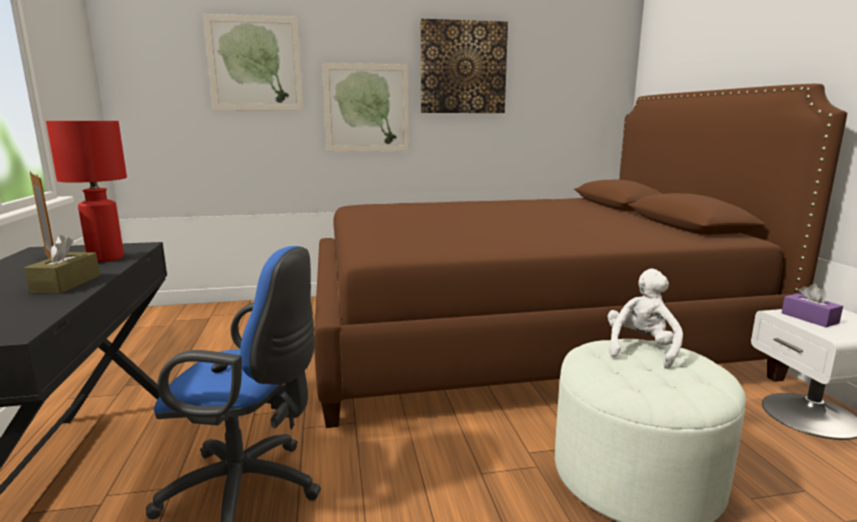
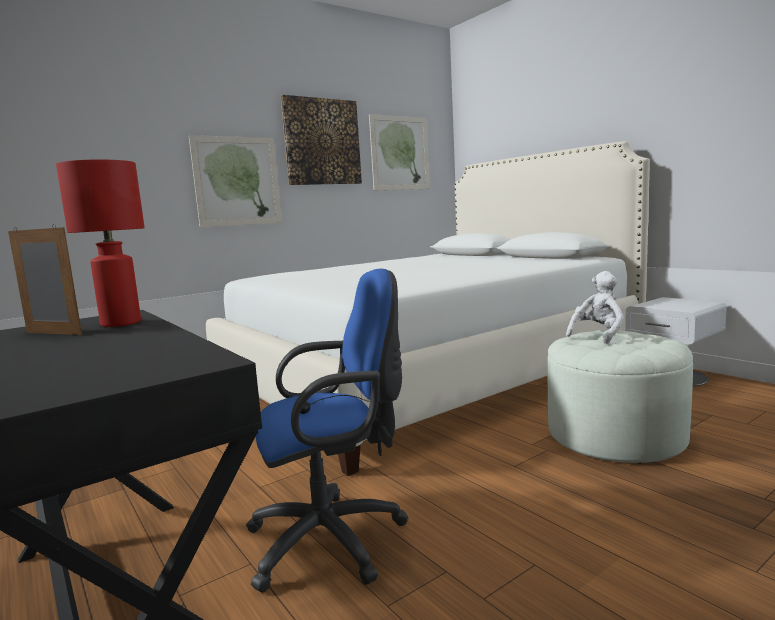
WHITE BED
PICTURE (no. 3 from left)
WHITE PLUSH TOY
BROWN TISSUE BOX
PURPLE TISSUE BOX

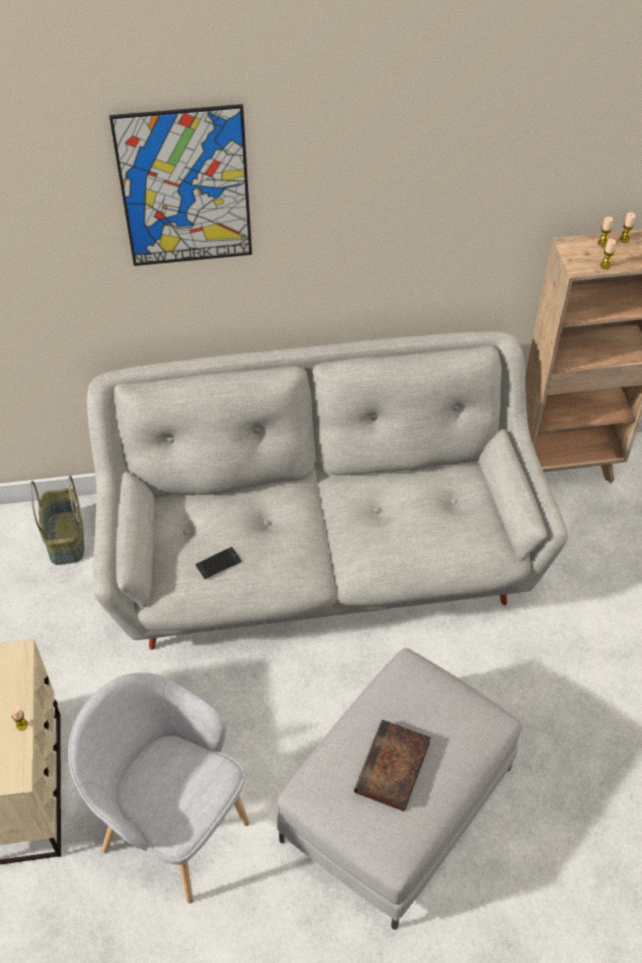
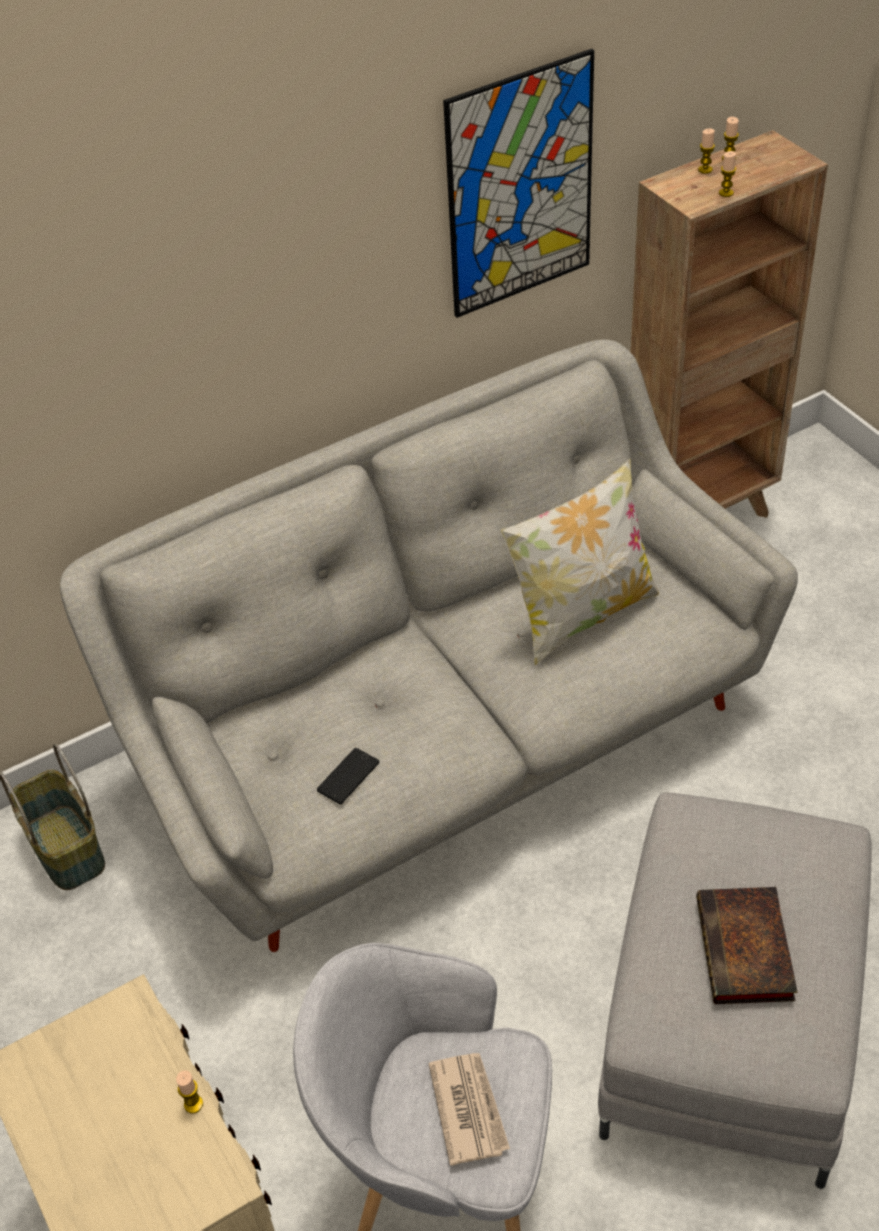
NEWSPAPER
PICTURE
PILLOW

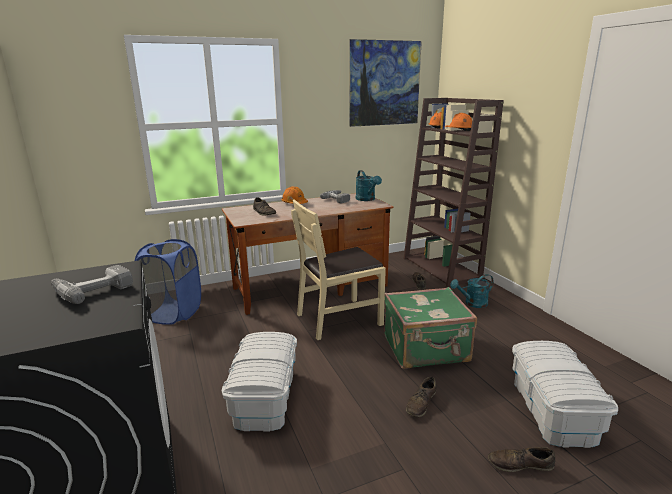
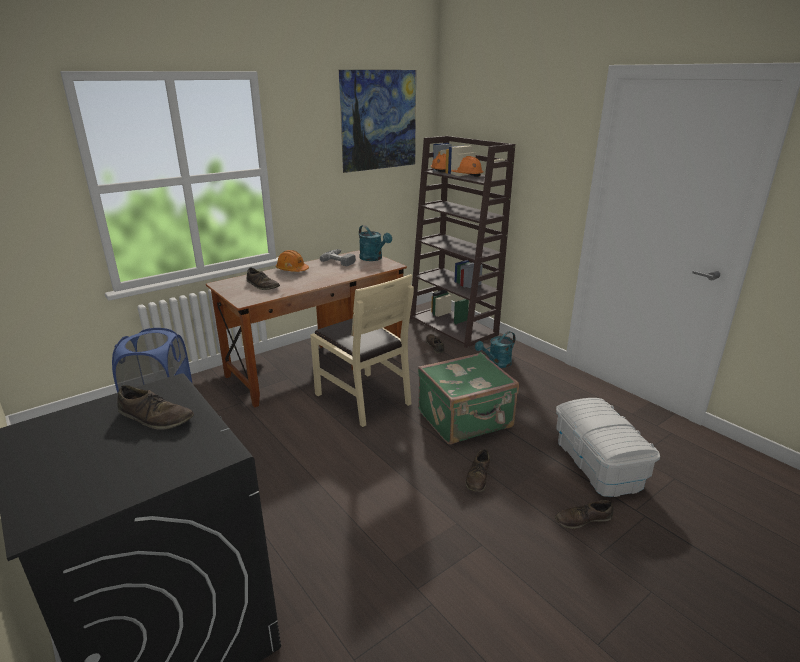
BROWN SHOE (no. 1 from left)
BEIGE CHAIR
WHITE STORAGE BOX (no. 1 from left in the first image)

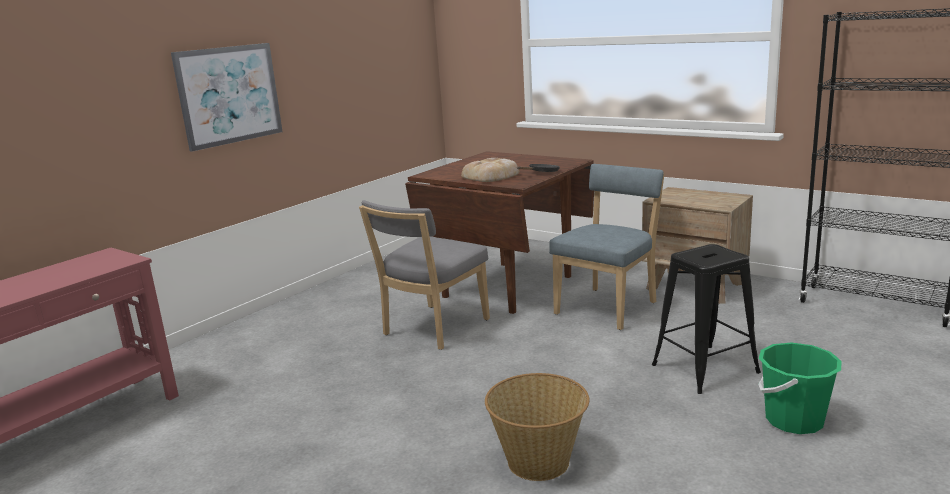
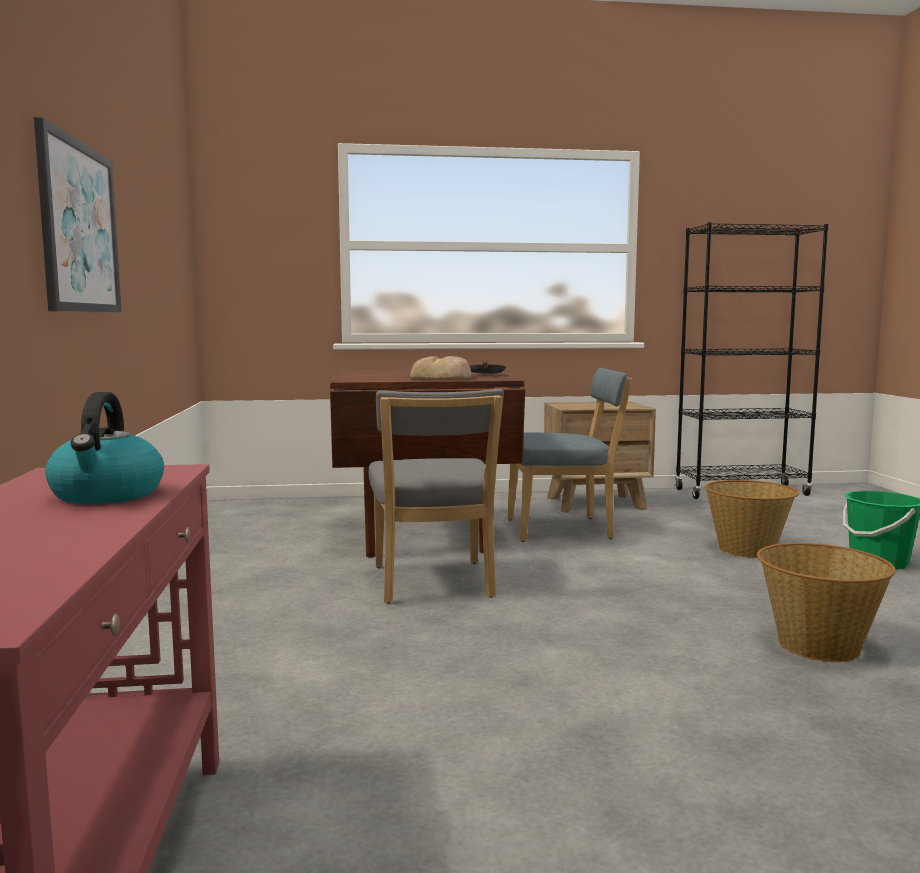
KETTLE
BLUE CHAIR
BASKET (no. 1 from left)

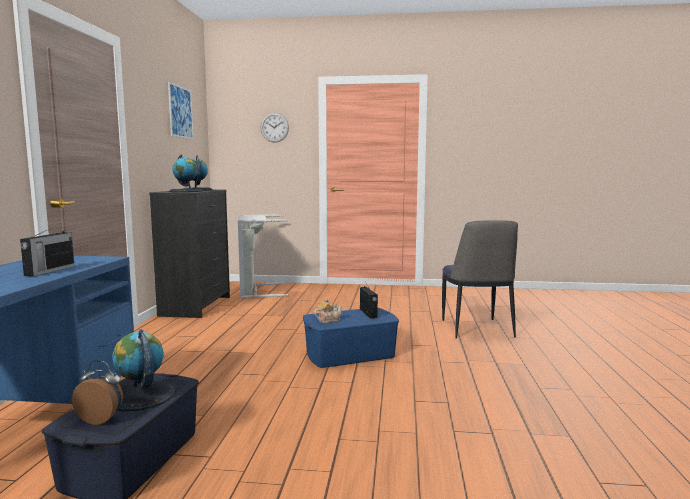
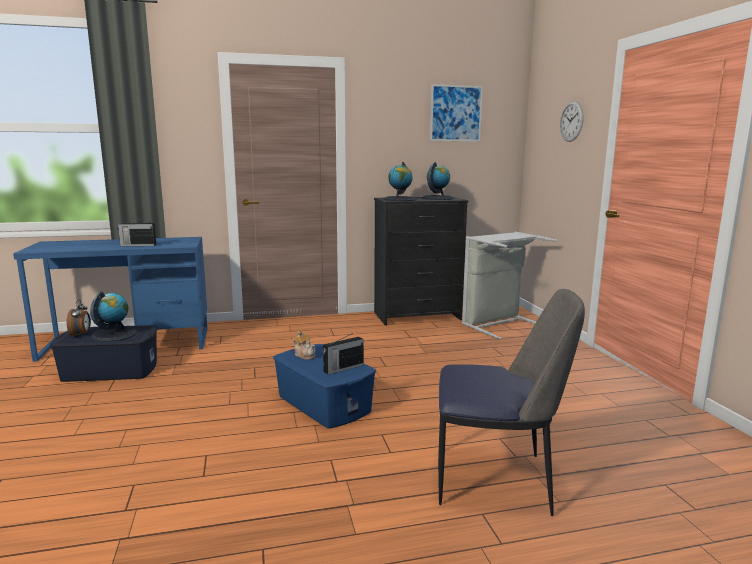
CHAIR

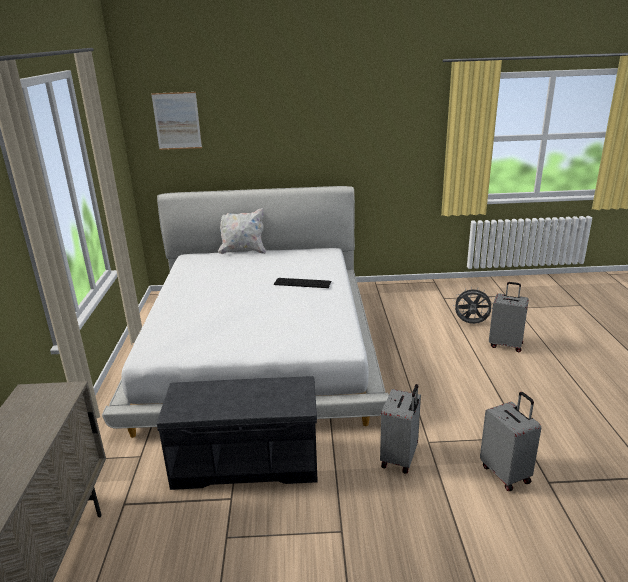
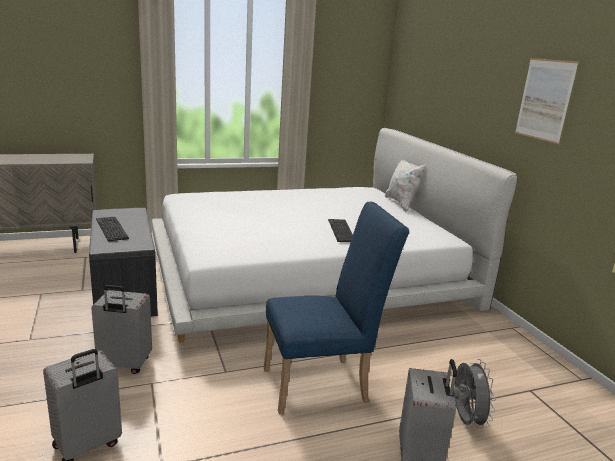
KEYBOARD (no. 1 from left)
BLUE CHAIR
PICTURE

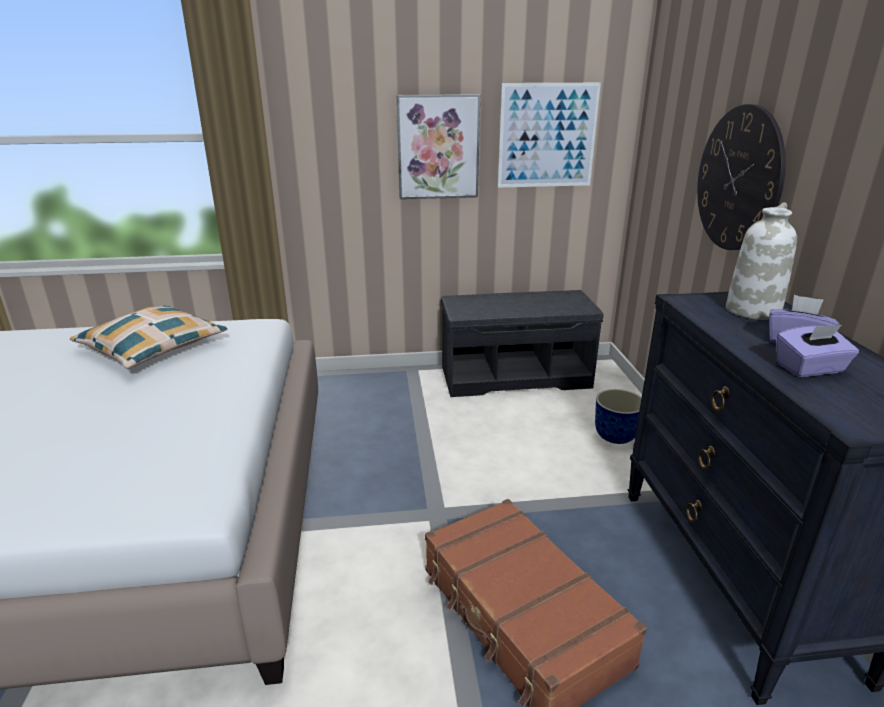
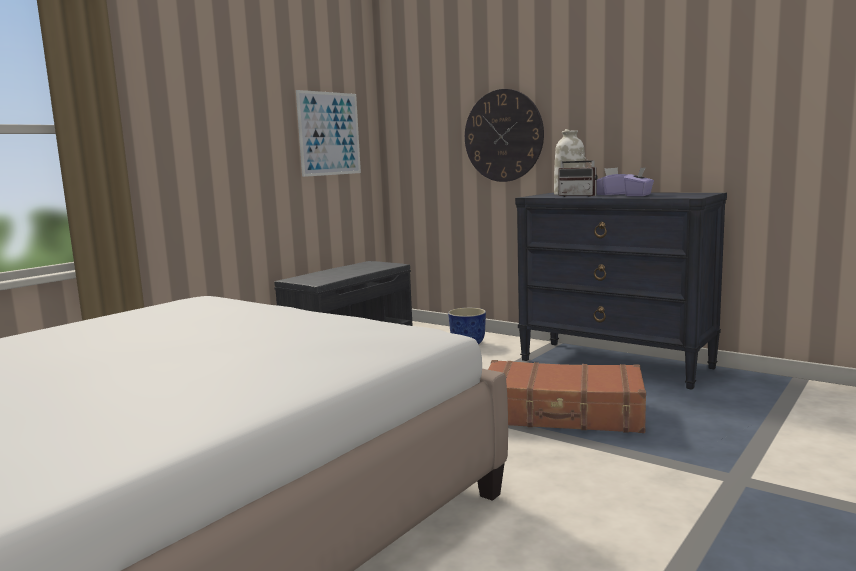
RADIO
PILLOW
PICTURE (no. 1 from left in the first image)

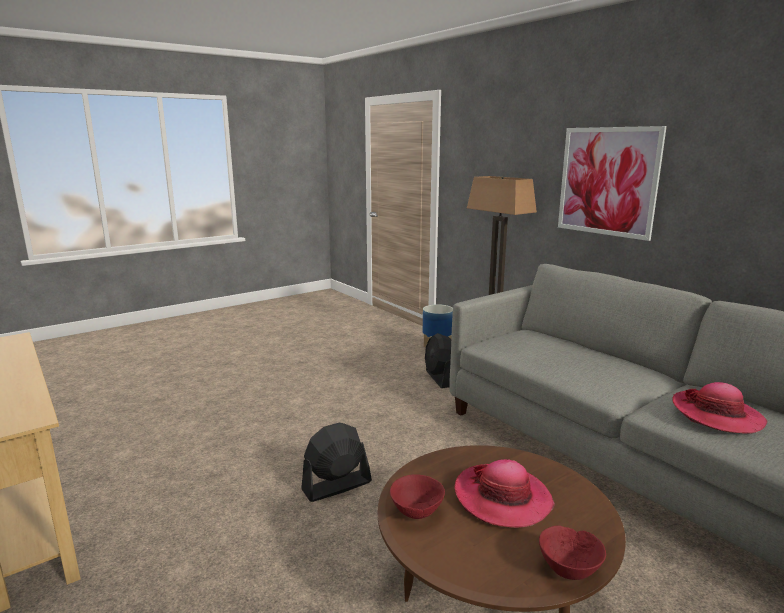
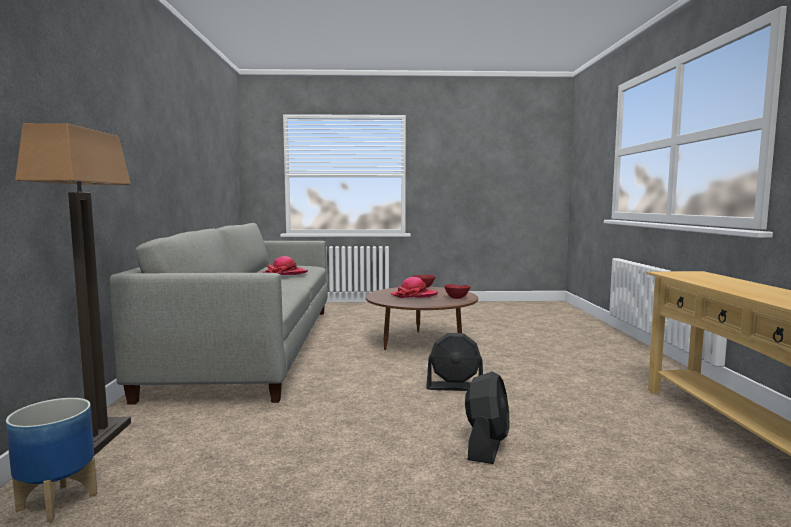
BLACK FAN (no. 2 from left)
PICTURE

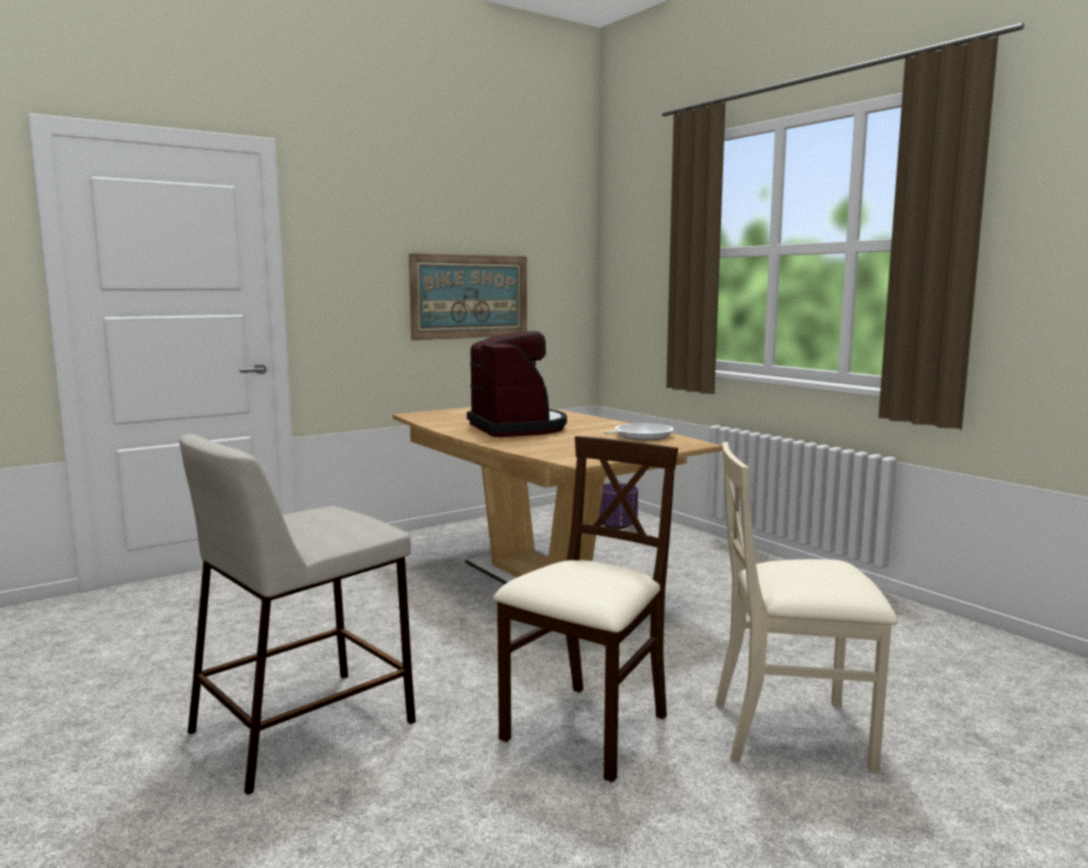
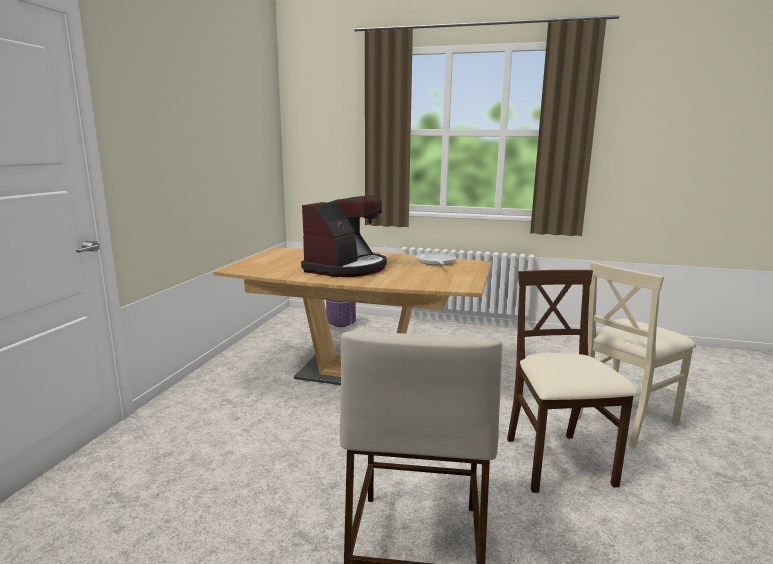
COFFEE MACHINE
PICTURE

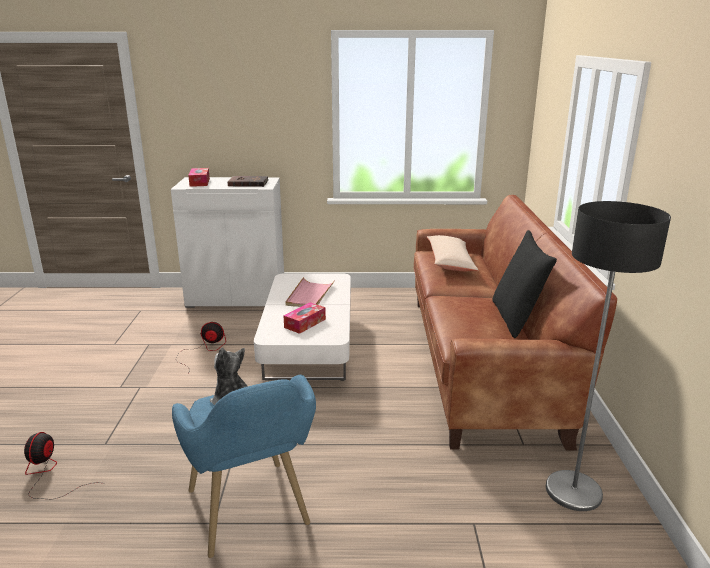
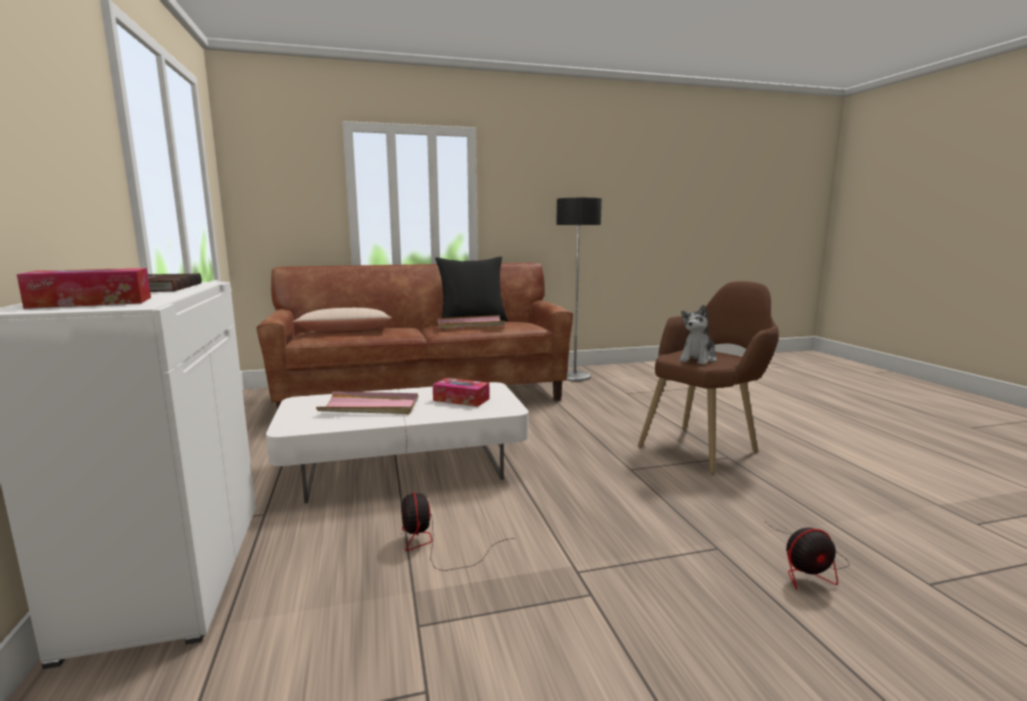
PINK TRAY (no. 2 from left)
BROWN ARMCHAIR

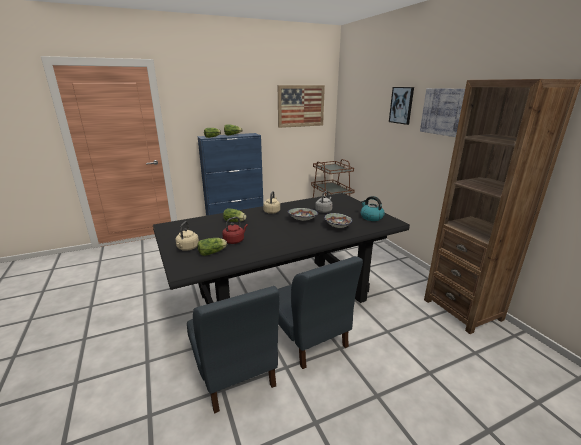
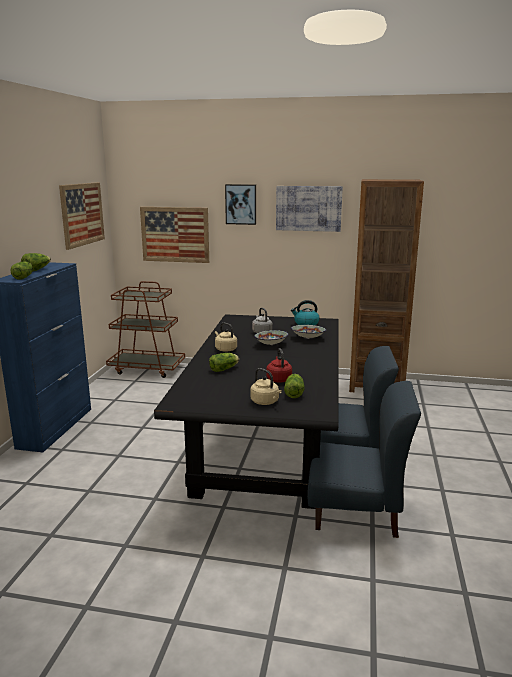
PICTURE (no. 2 from left)

